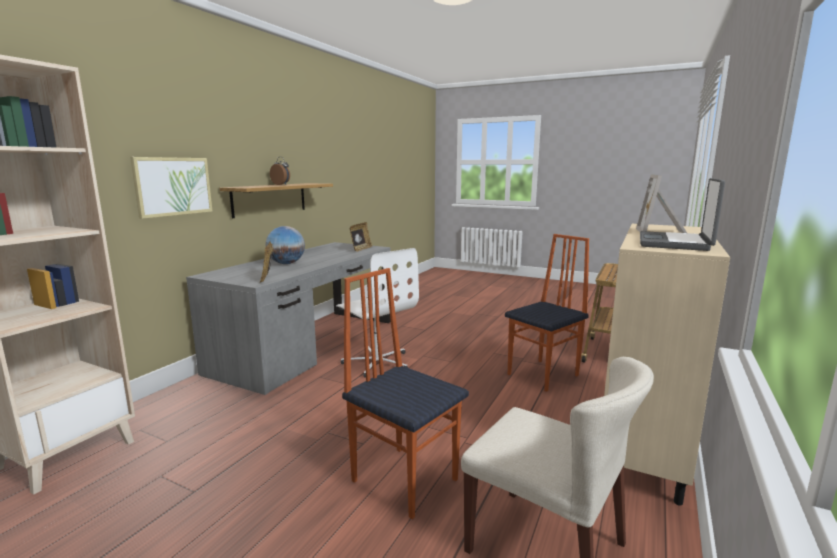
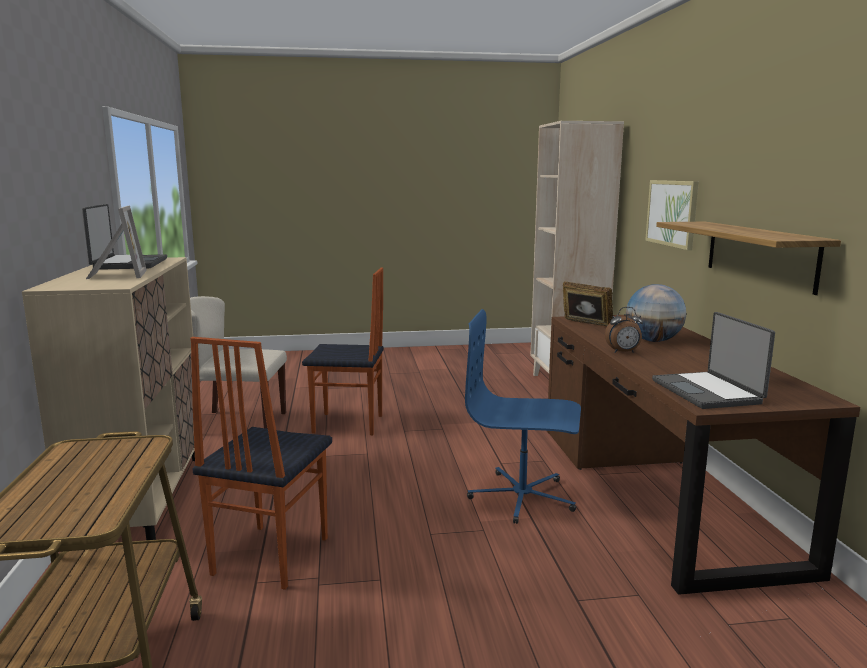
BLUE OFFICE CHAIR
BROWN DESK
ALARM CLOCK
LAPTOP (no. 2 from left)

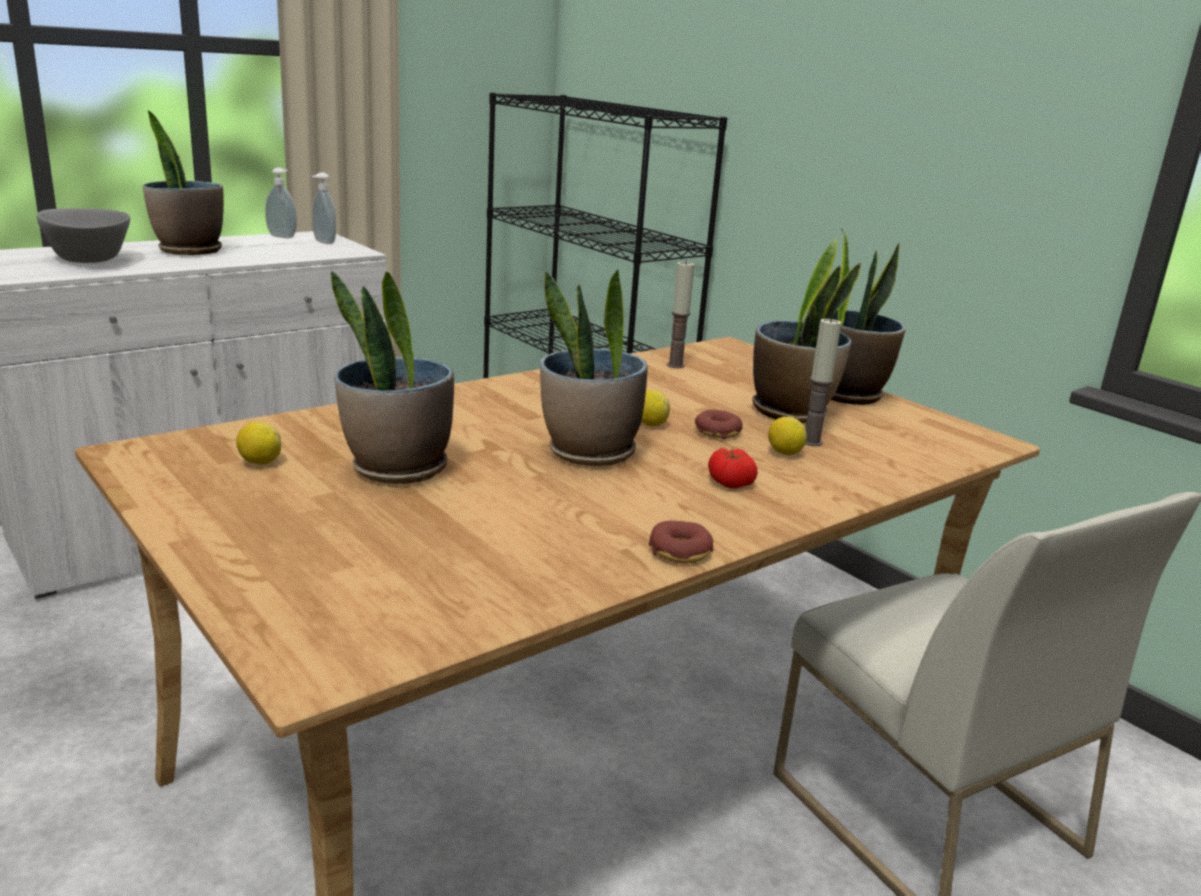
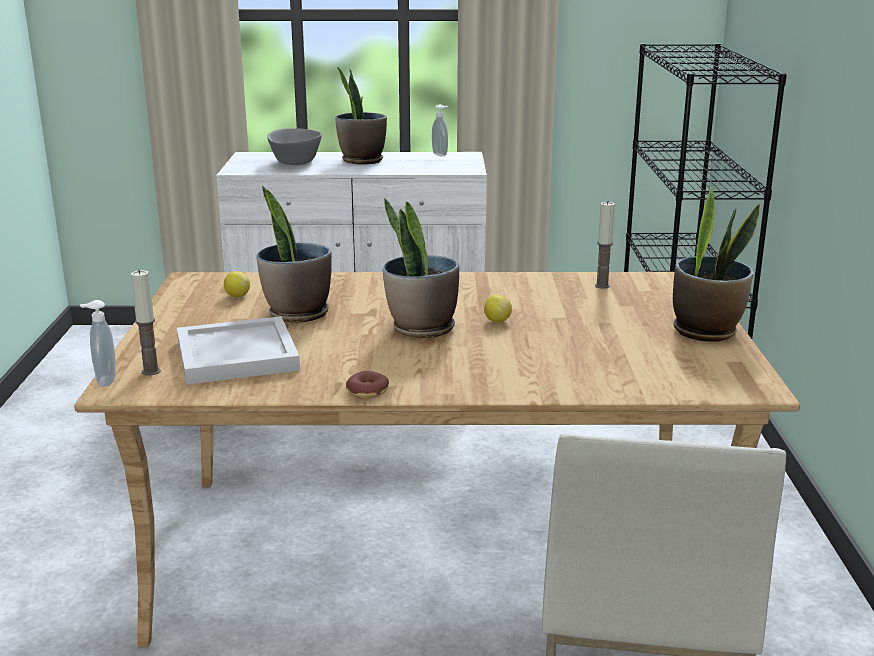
SOAP DISPENSER (no. 1 from left)
CANDLE (no. 1 from left)
WHITE TRAY
DONUT (no. 2 from left in the first image)
TOMATO
POTTED PLANT (no. 4 from left in the first image)
LEMON (no. 3 from left in the first image)

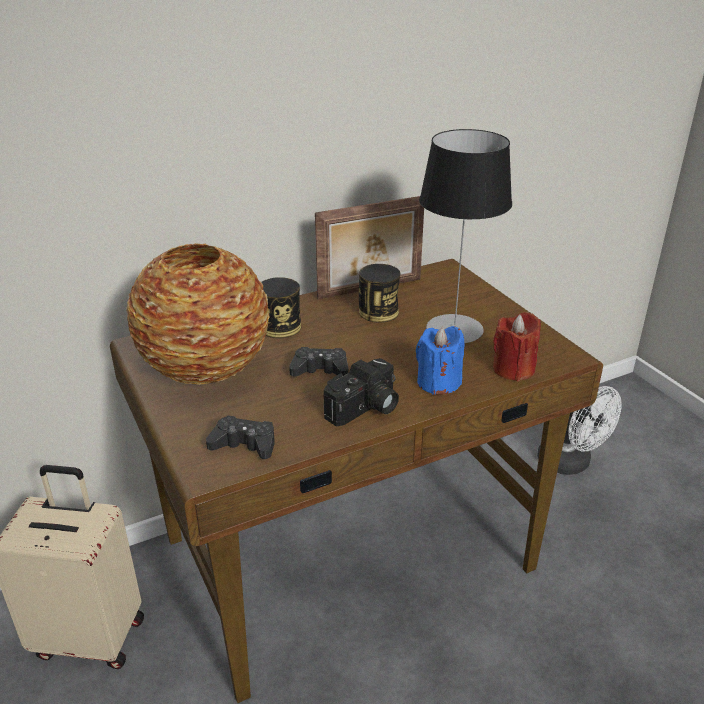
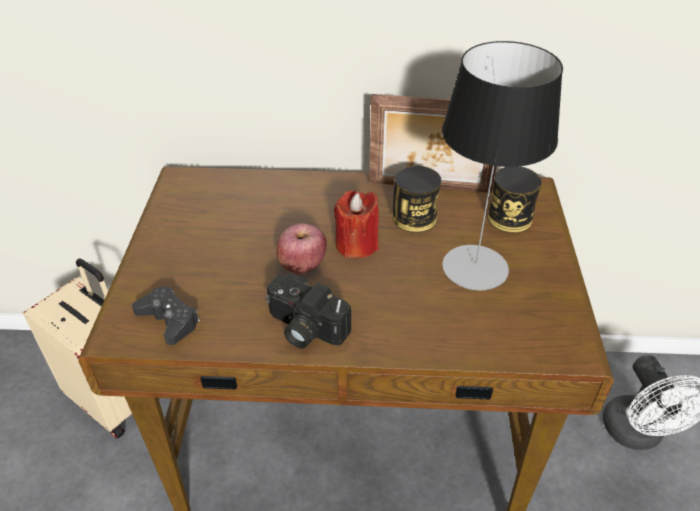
PHOTO CAMERA
APPLE
RED CANDLE
CAN (no. 2 from left)
VASE
BLUE CANDLE

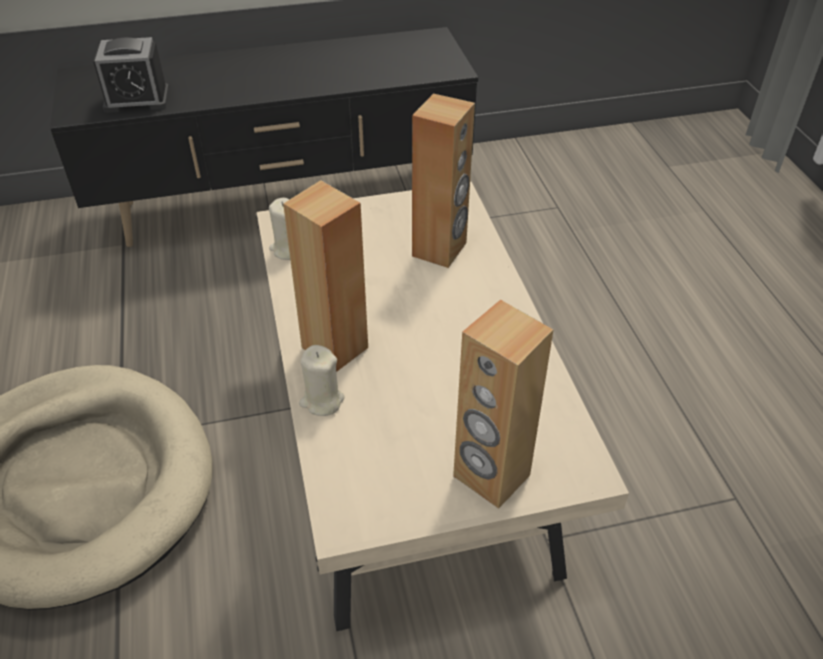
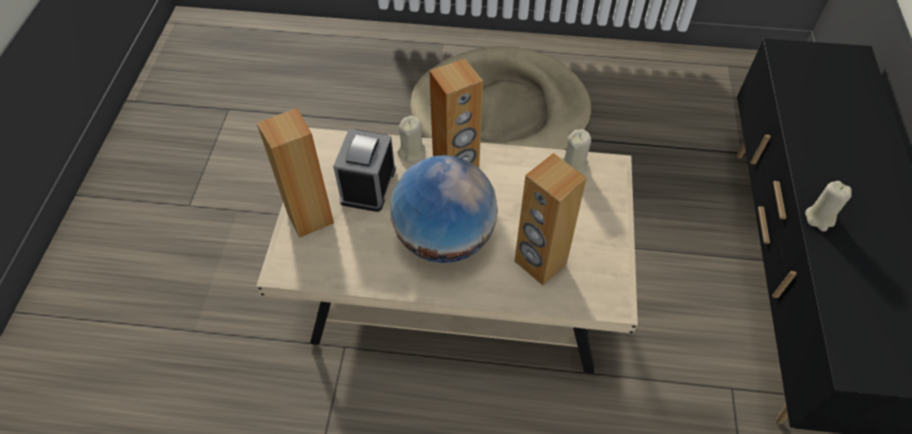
ALARM CLOCK
GLOBE
BEIGE CANDLE (no. 3 from left)

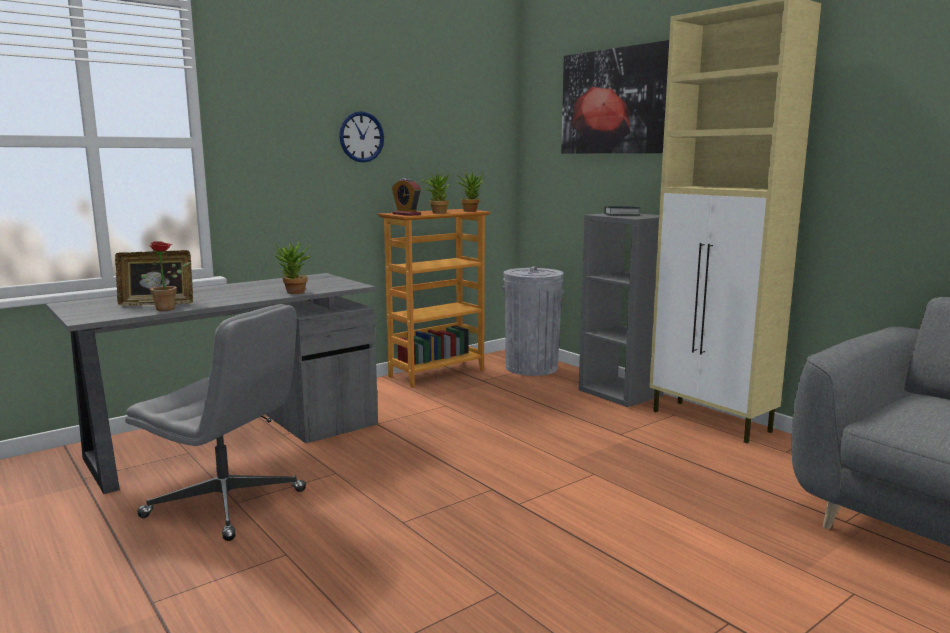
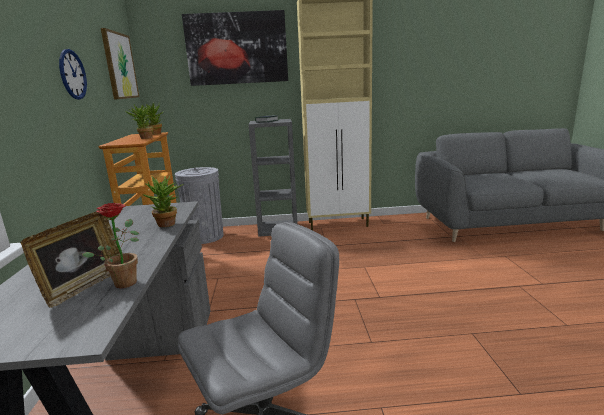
PICTURE (no. 1 from left)
ALARM CLOCK

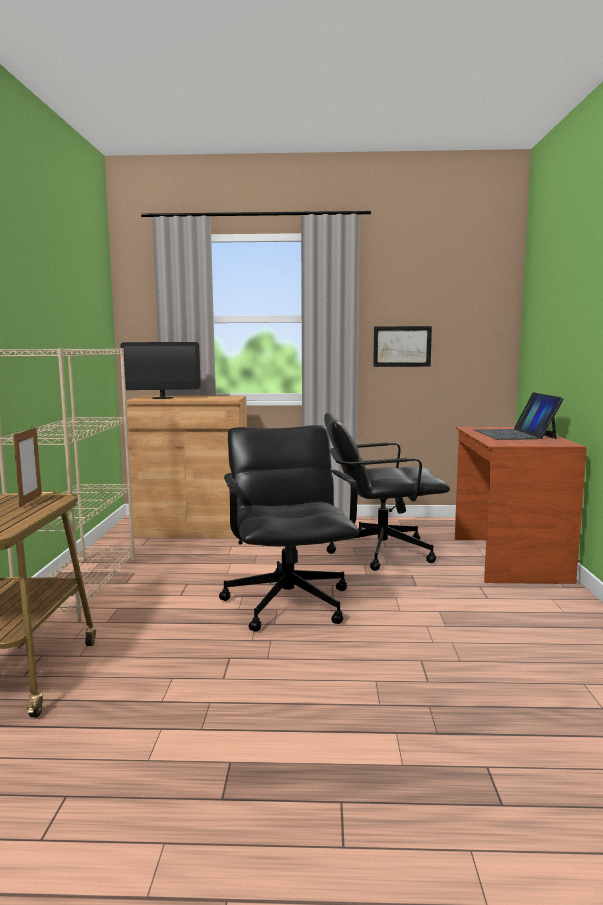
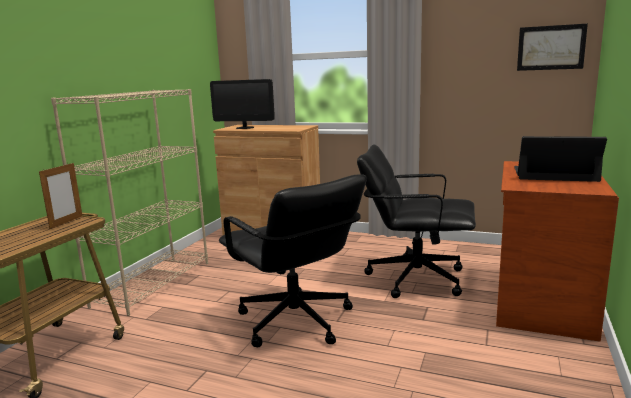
BLACK OFFICE CHAIR (no. 1 from left)
LAPTOP
PICTURE

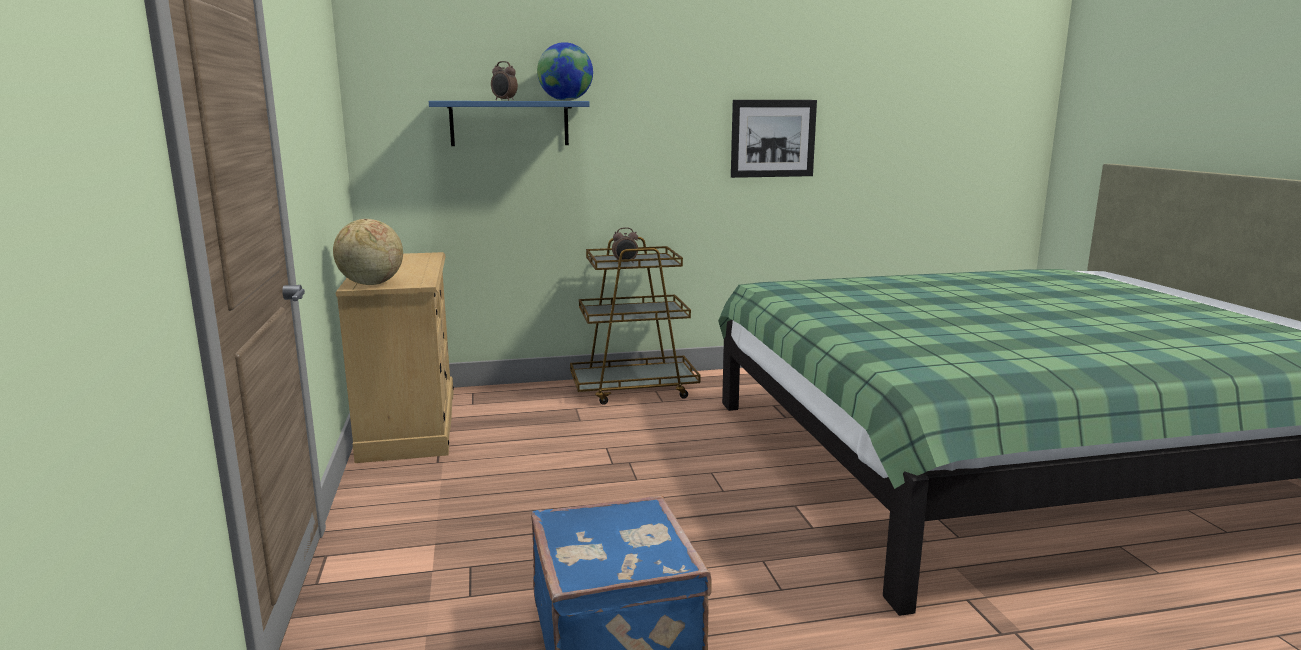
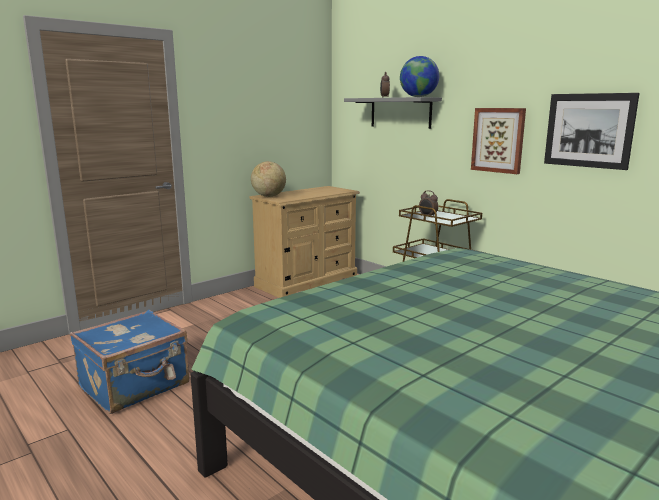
GREY SHELF
PICTURE (no. 1 from left)

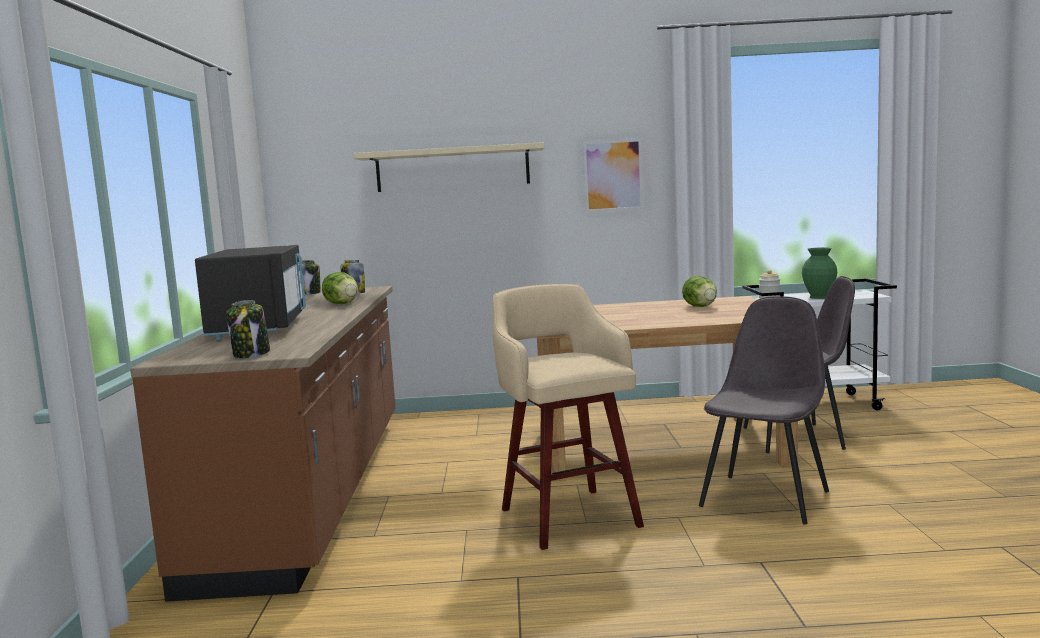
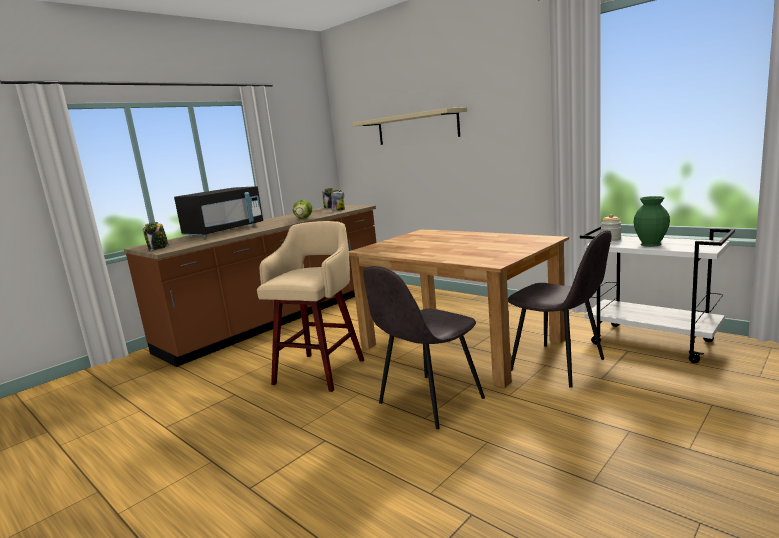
GREY CHAIR (no. 1 from left)
PICTURE
LETTUCE (no. 2 from left in the first image)

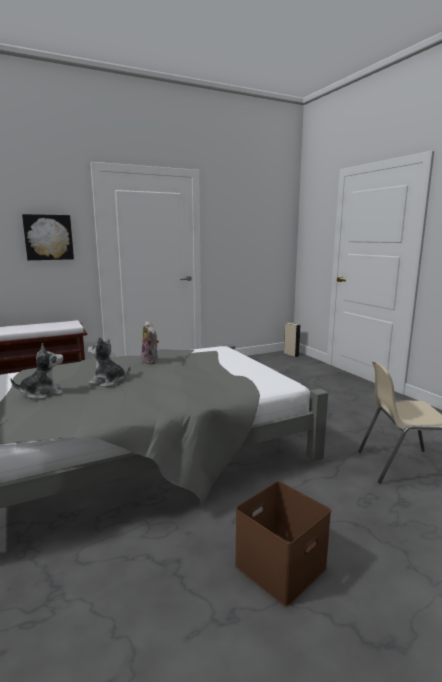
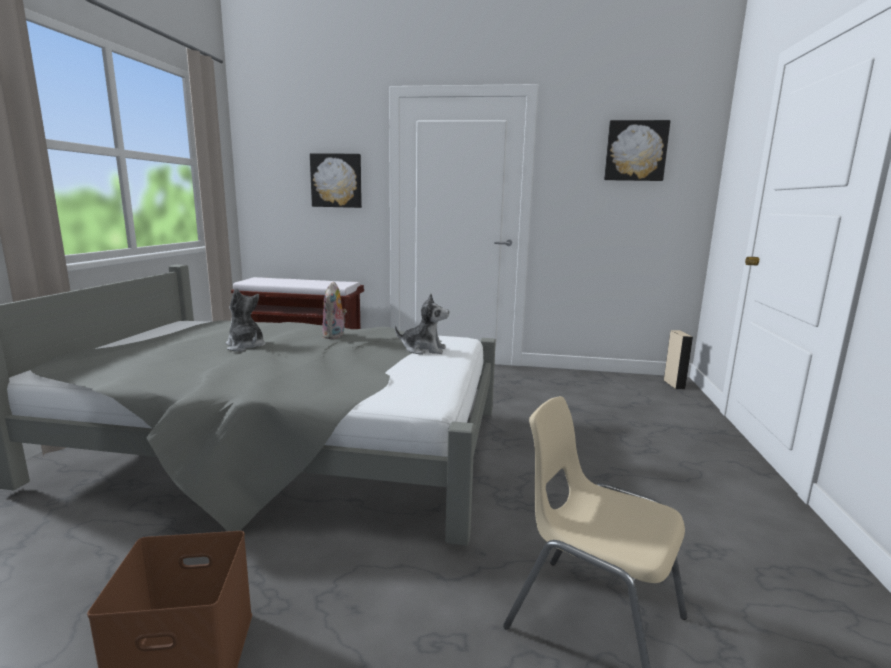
PLUSH TOY (no. 3 from left)
PICTURE (no. 2 from left)

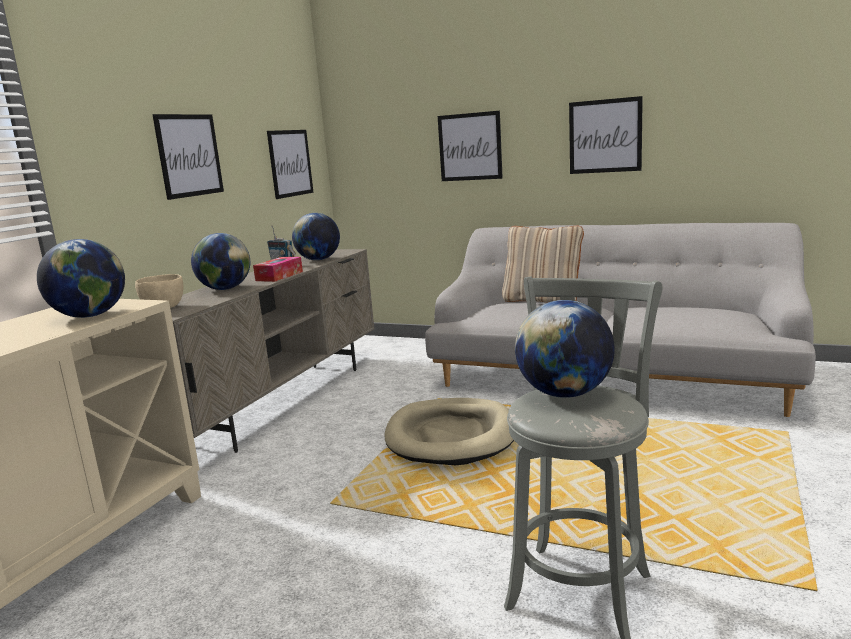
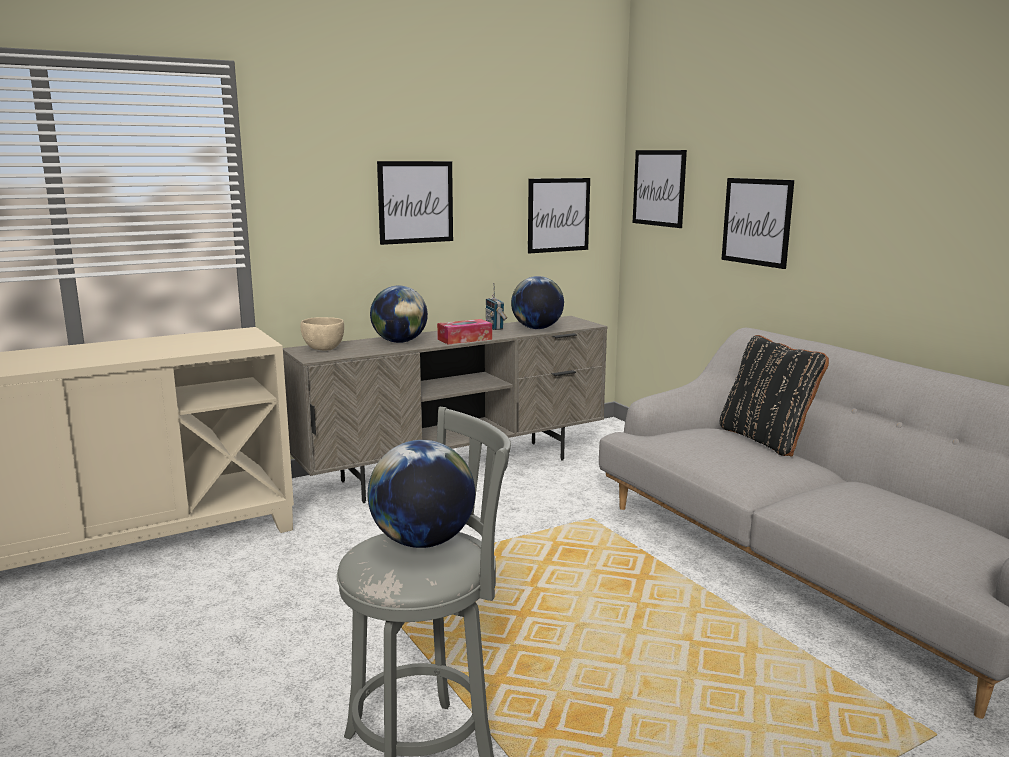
PICTURE (no. 3 from left)
BLACK PILLOW
GLOBE (no. 1 from left in the first image)
BEIGE DOG BED

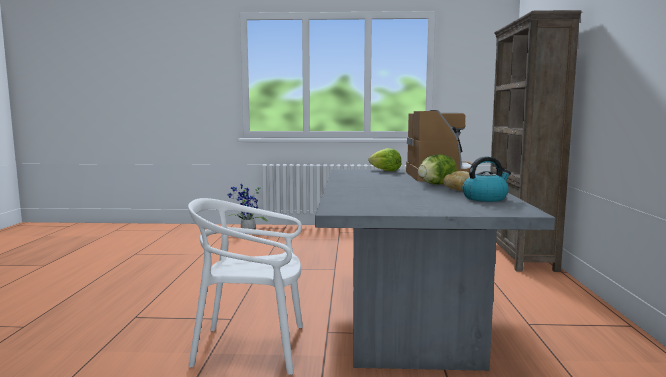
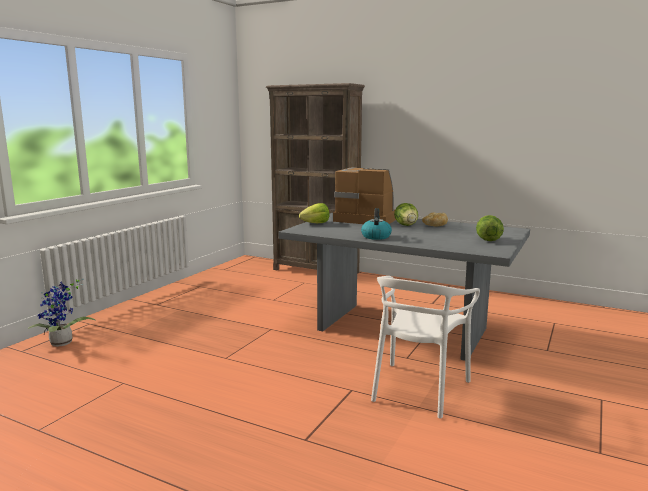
KETTLE
LETTUCE (no. 3 from left)

